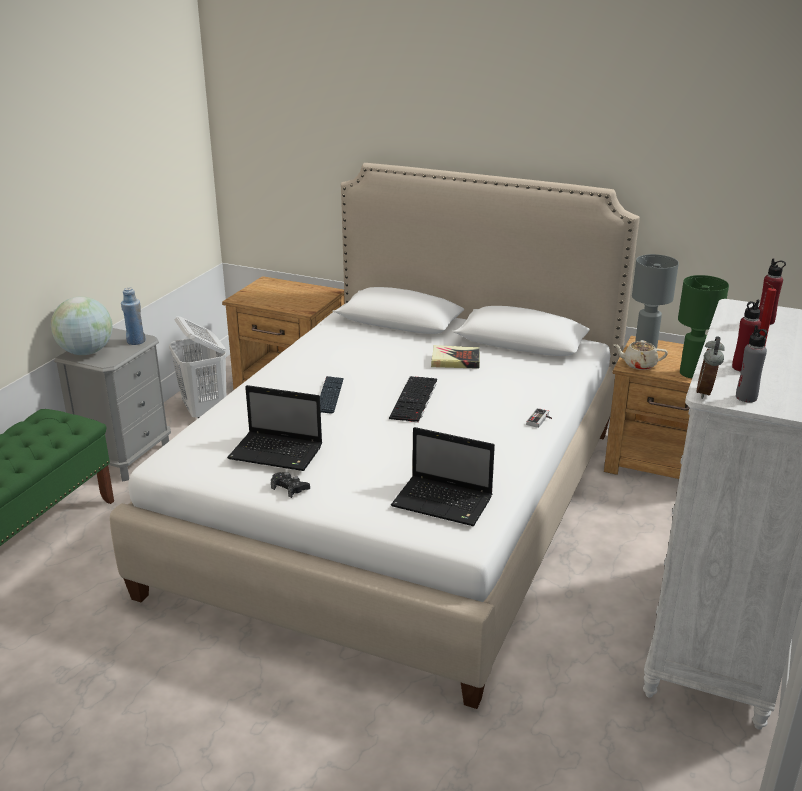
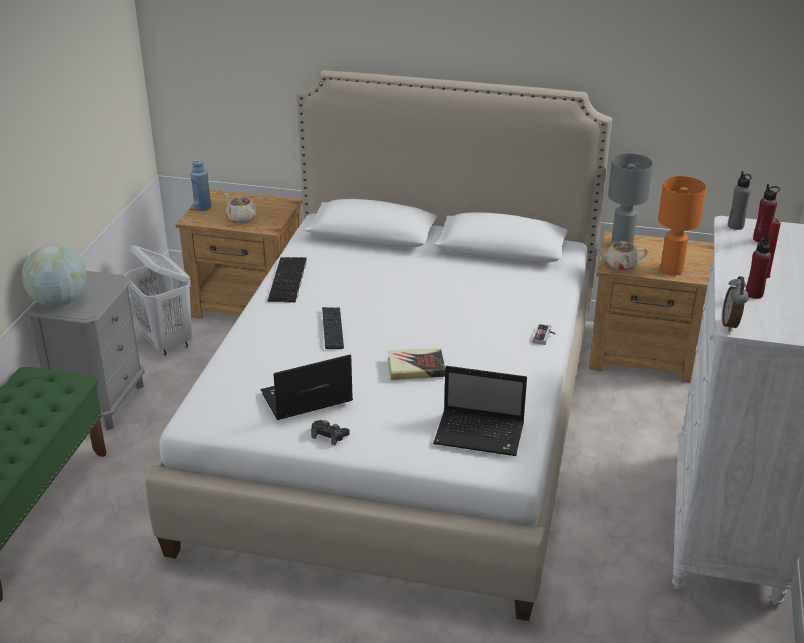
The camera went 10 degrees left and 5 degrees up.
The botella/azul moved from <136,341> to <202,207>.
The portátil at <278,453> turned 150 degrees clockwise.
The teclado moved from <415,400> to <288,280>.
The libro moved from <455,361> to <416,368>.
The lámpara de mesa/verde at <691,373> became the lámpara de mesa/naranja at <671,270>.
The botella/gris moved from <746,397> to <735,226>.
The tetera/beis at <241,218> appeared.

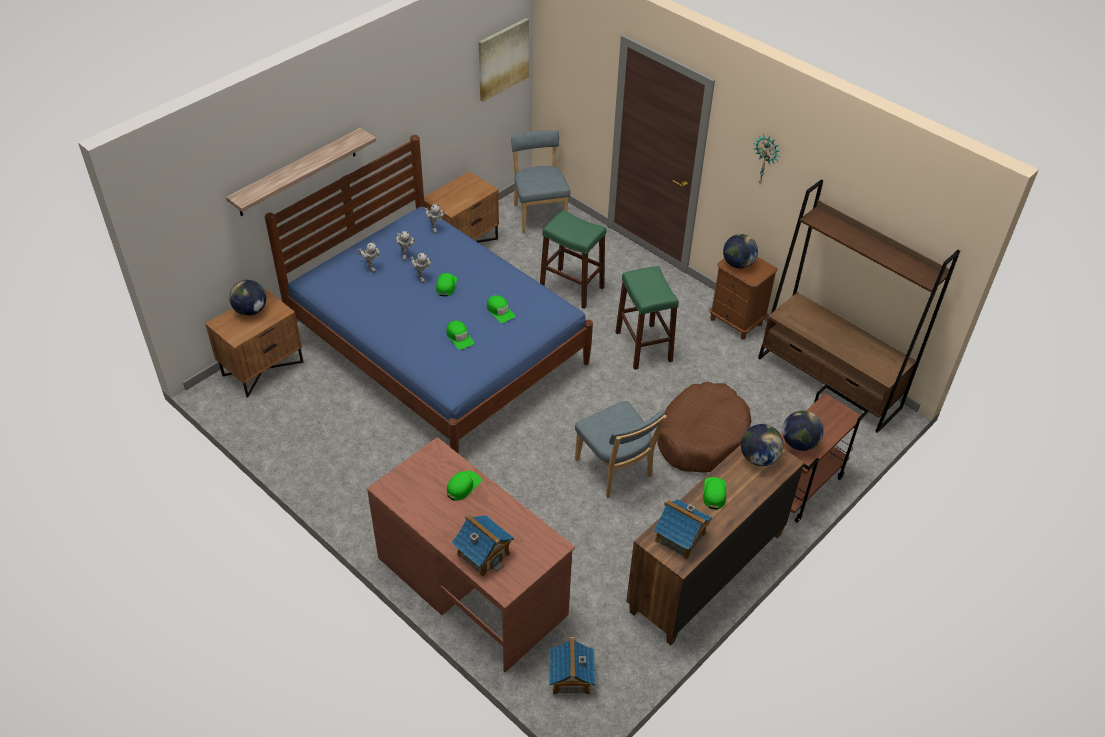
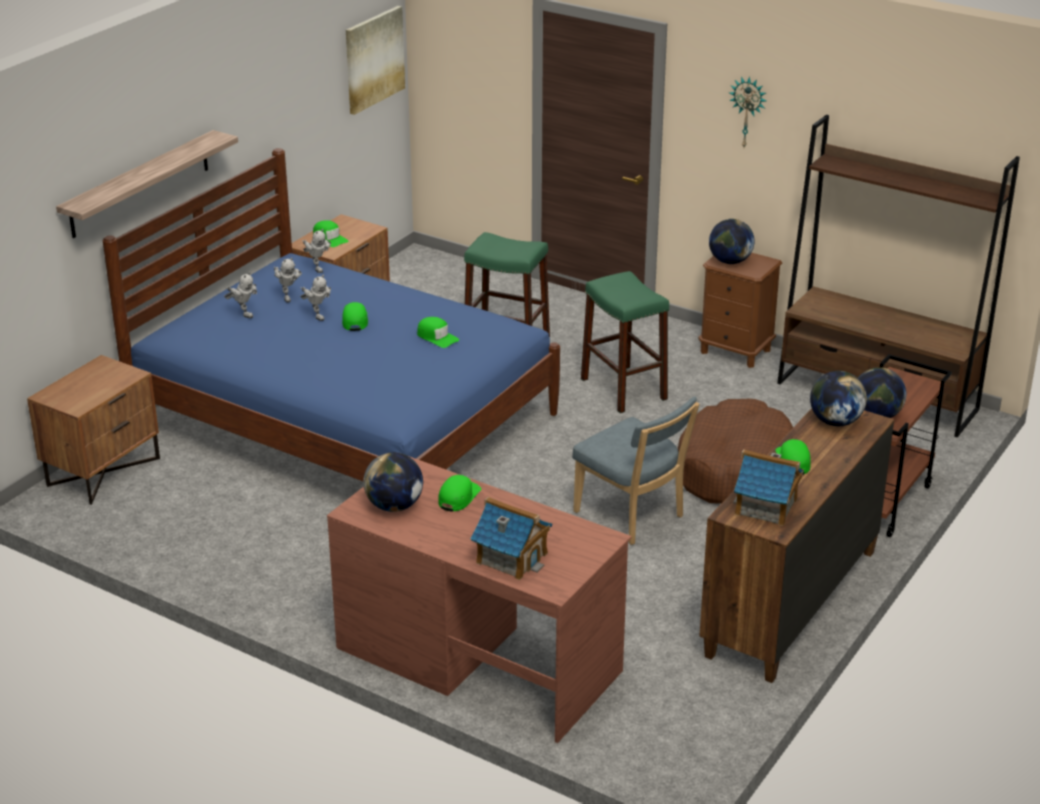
The camera went 10 degrees left and 15 degrees down.
The globo terráqueo moved from <251,310> to <394,506>.
The gorra/verde moved from <459,337> to <329,238>.
The silla/azul at <539,214> disappeared.
The casita at <570,678> disappeared.

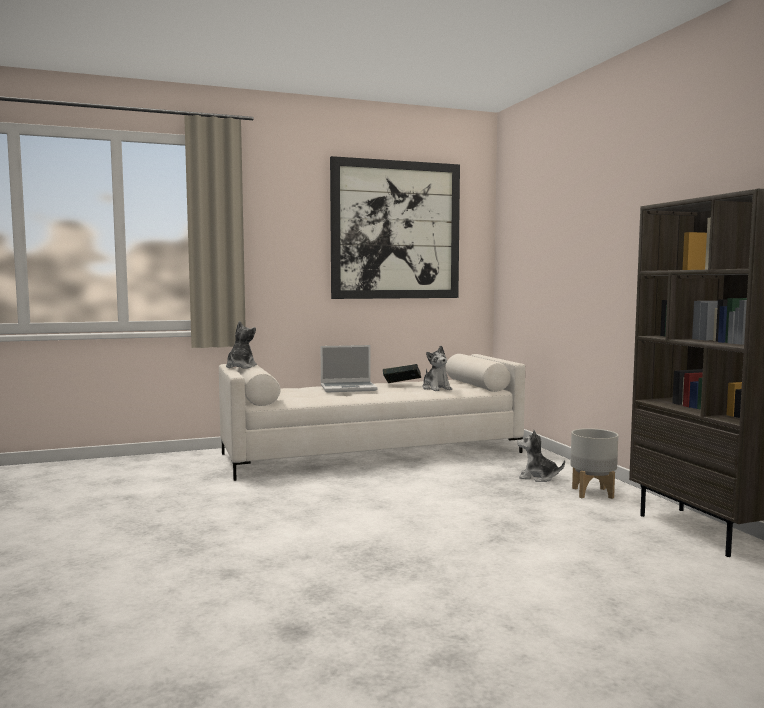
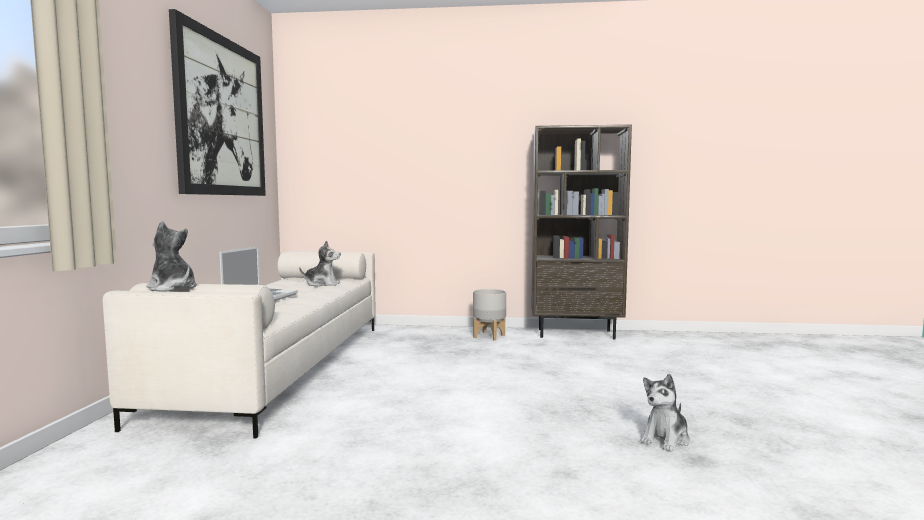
The camera went 65 degrees left and 0 degrees up.
The libro at <402,385> disappeared.
The peluche moved from <538,477> to <666,439>.

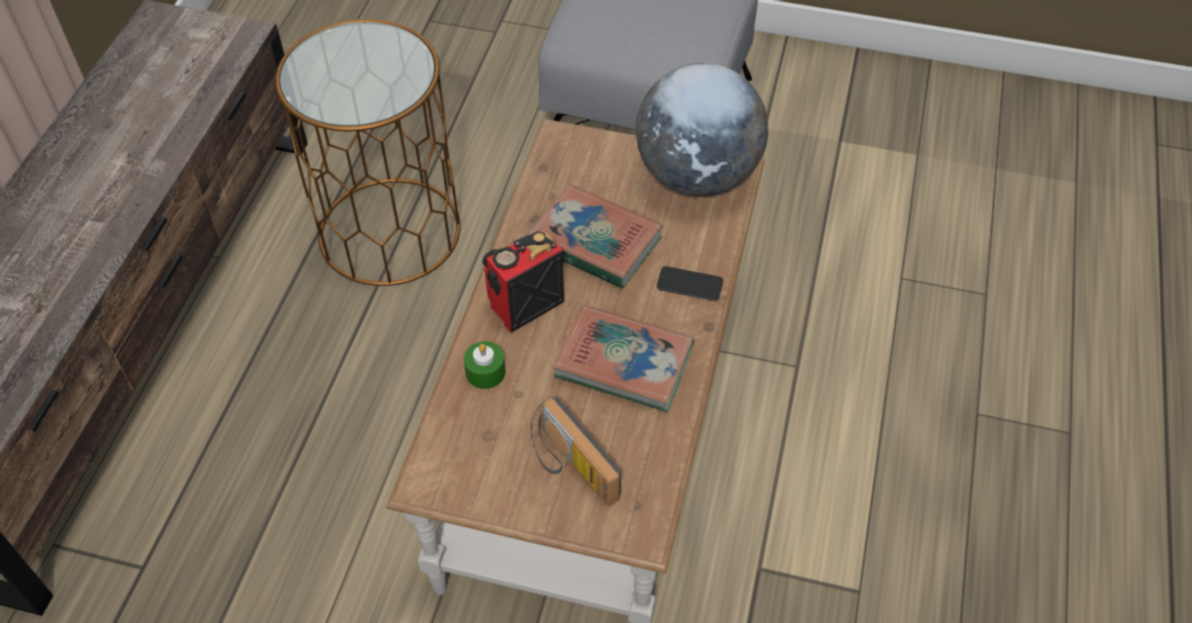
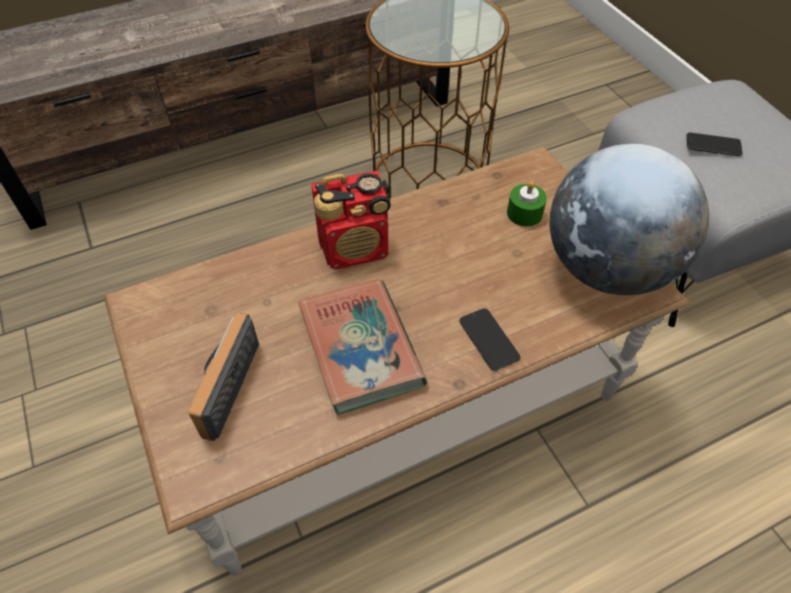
The camera went 50 degrees right and 0 degrees up.
The vela/verde moved from <485,372> to <524,213>.
The radio at <524,304> turned 150 degrees clockwise.
The libro at <595,242> disappeared.
The móvil at <713,145> appeared.

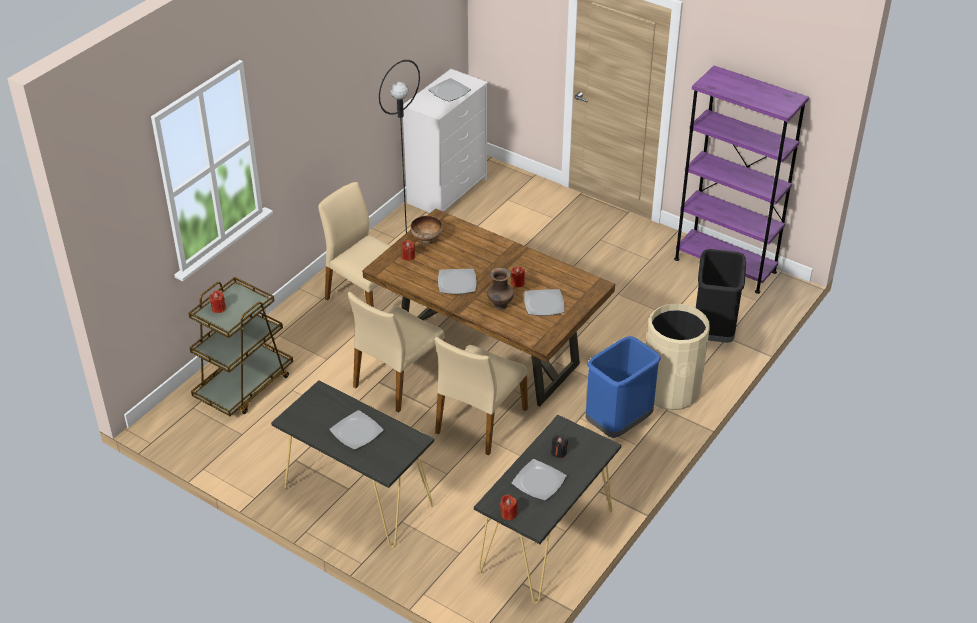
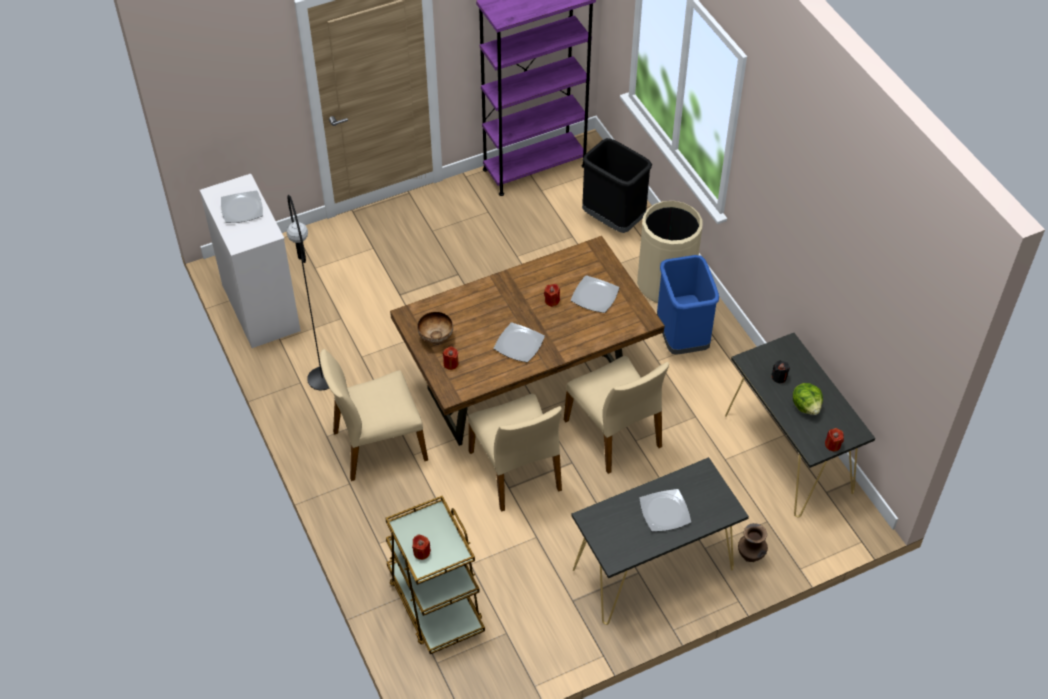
The camera went 60 degrees left and 10 degrees up.
The florero/marrón moved from <500,306> to <750,556>.
The plato at <539,482> was replaced by the lechuga at <806,406>.

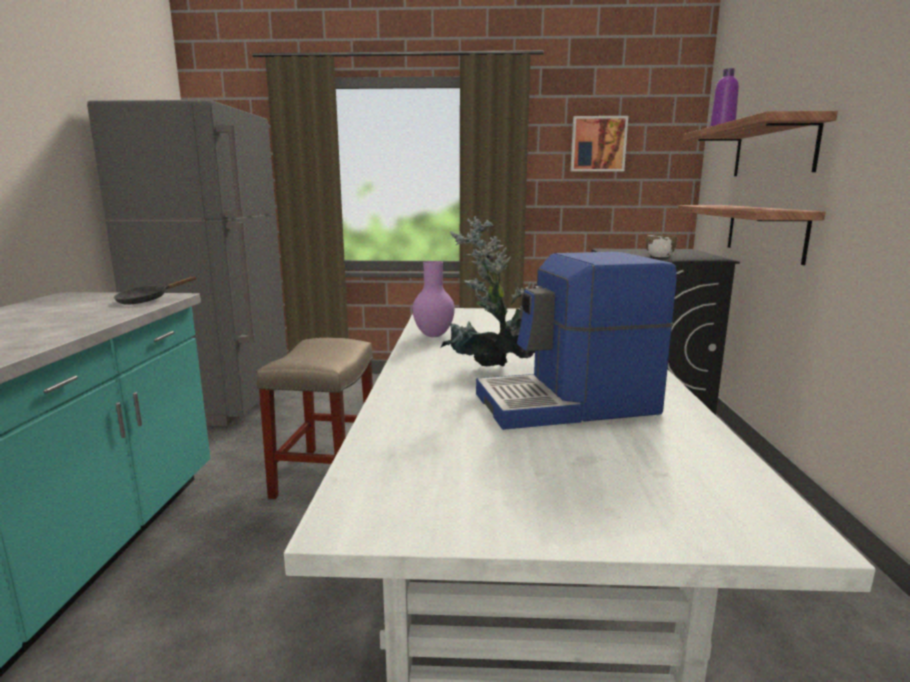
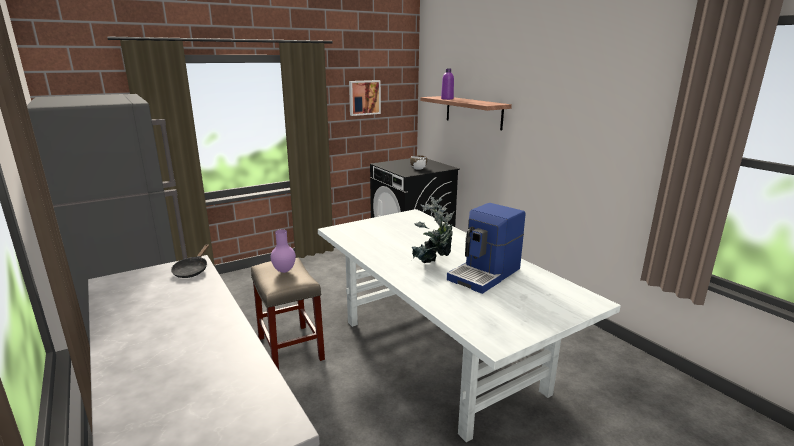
The camera went 35 degrees left and 5 degrees up.
The florero/morado moved from <434,336> to <284,271>.
The estante at <765,231> disappeared.

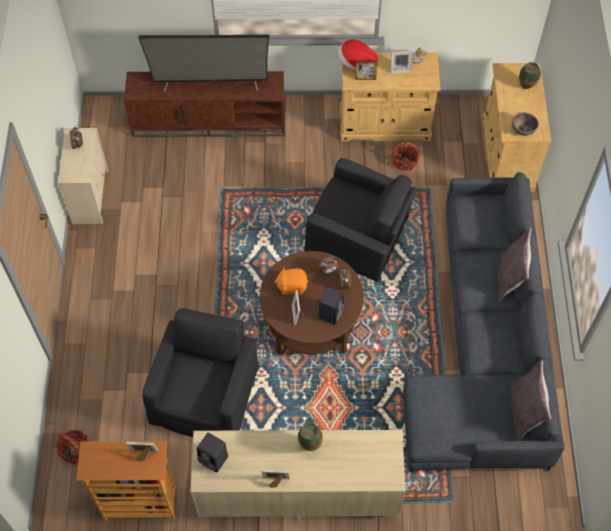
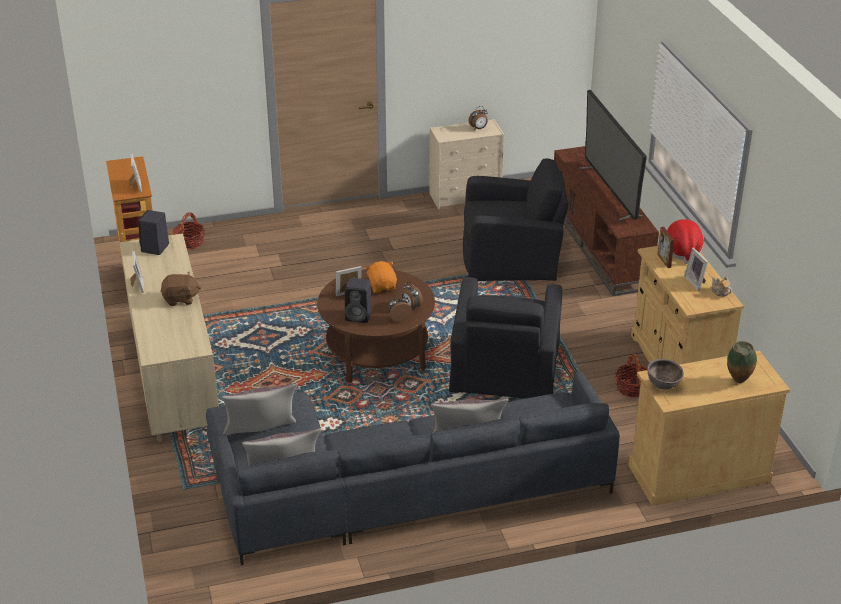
The camera went 75 degrees right and 25 degrees down.
The sillón/negro moved from <205,393> to <511,256>.
The florero at <309,445> was replaced by the peluche/marrón at <180,299>.
The cojín/gris at <262,436> appeared.

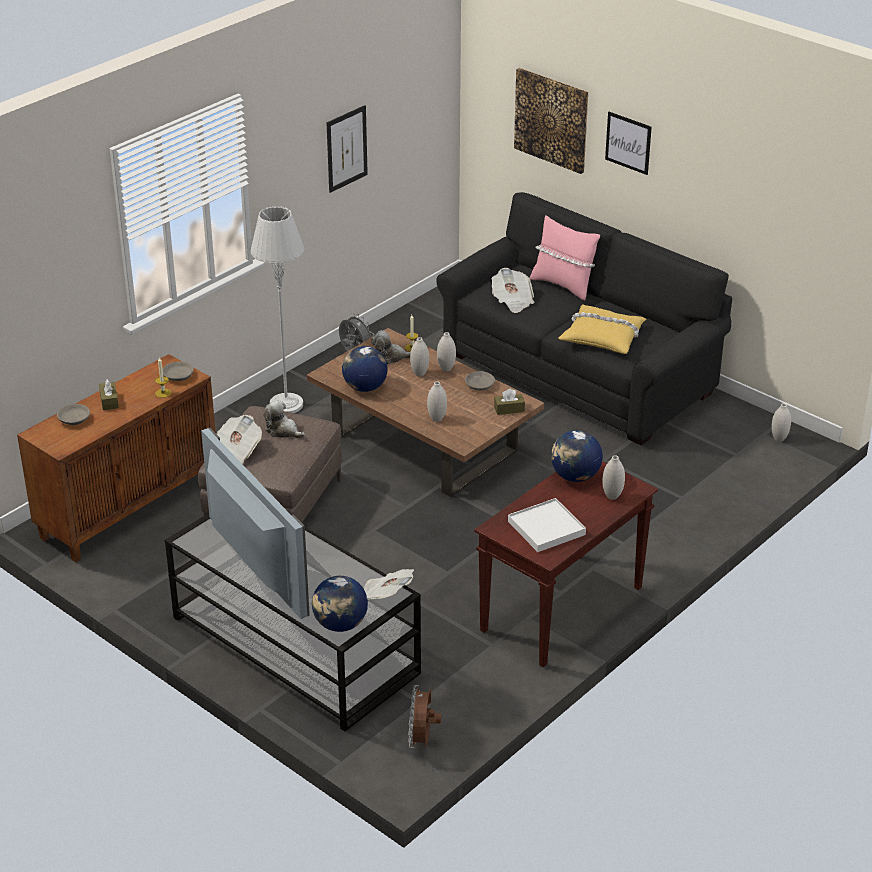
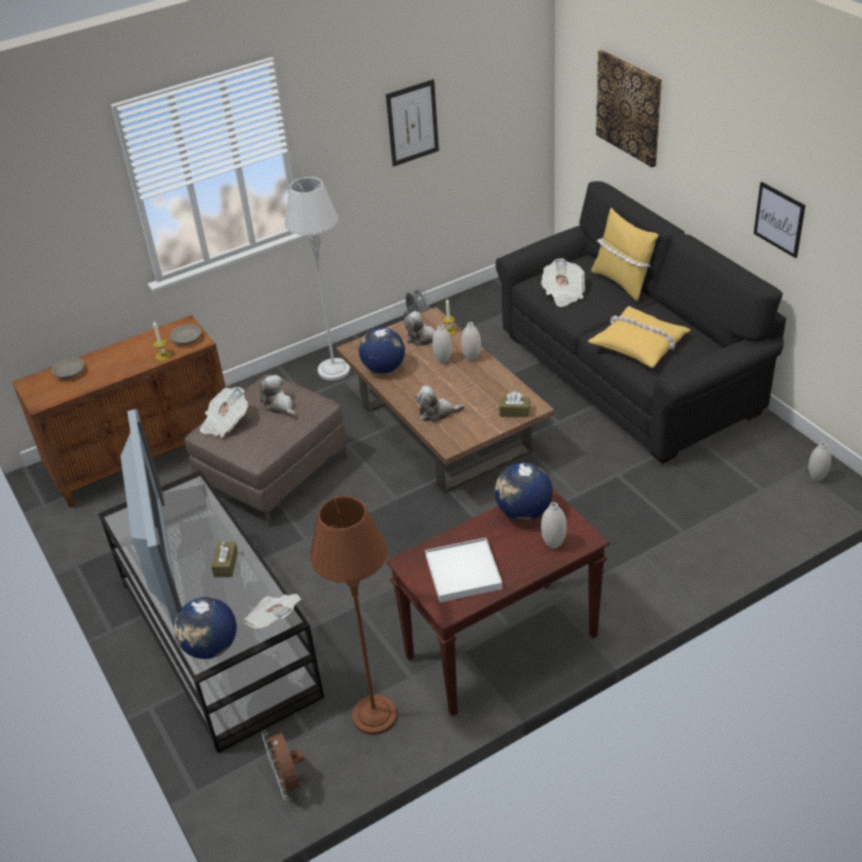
The camera went 20 degrees right and 5 degrees up.
The caja de pañuelos/marrón moved from <109,401> to <226,564>.
The ventilador/marrón at <422,740> turned 45 degrees counterclockwise.
The florero/blanco at <437,419> was replaced by the peluche at <437,413>.
The cuenco/gris at <480,385> disappeared.
The cojín/rosa at <563,285> became the cojín/amarillo at <622,282>.
The cuadro moved from <628,142> to <779,219>.
The lámpara de pie/marrón at <374,716> appeared.

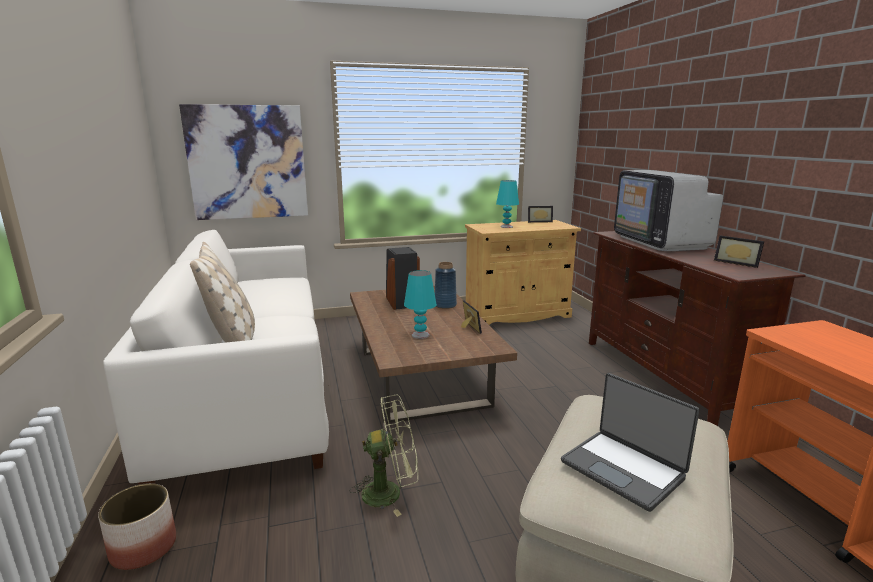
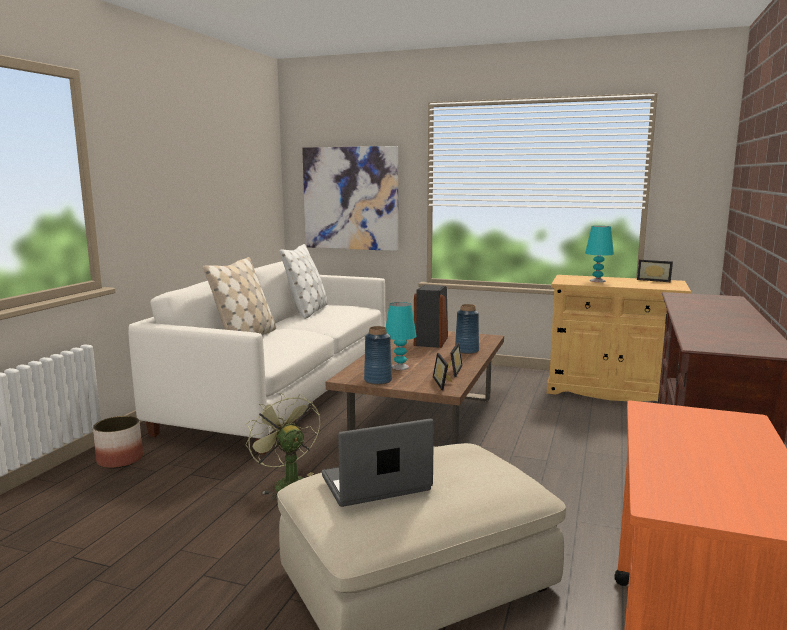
The camera went 35 degrees right and 5 degrees down.
The ventilador/verde at <390,492> turned 150 degrees counterclockwise.
The portátil at <623,469> turned 75 degrees clockwise.
The televisor at <660,242> disappeared.
The portarretratos moved from <737,263> to <444,383>.
The cojín/blanco at <307,311> appeared.
The florero/azul at <378,380> appeared.

